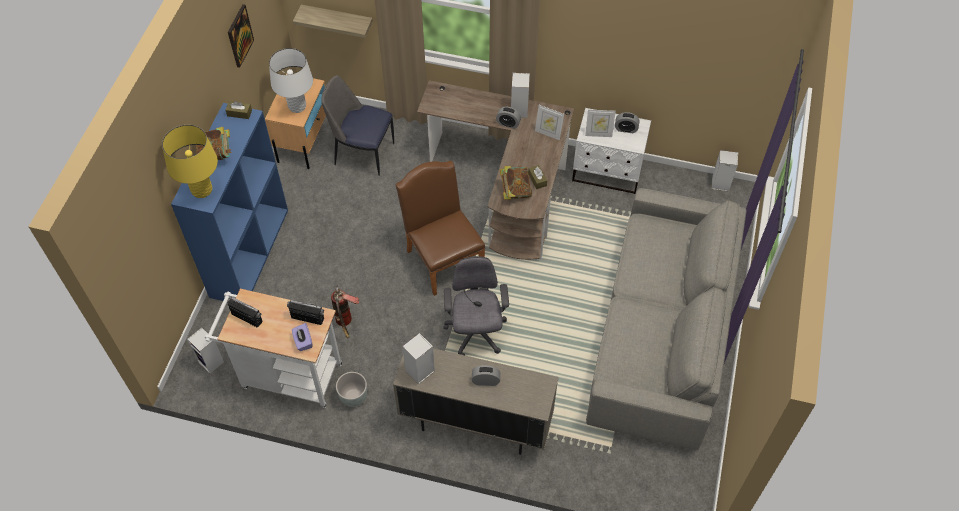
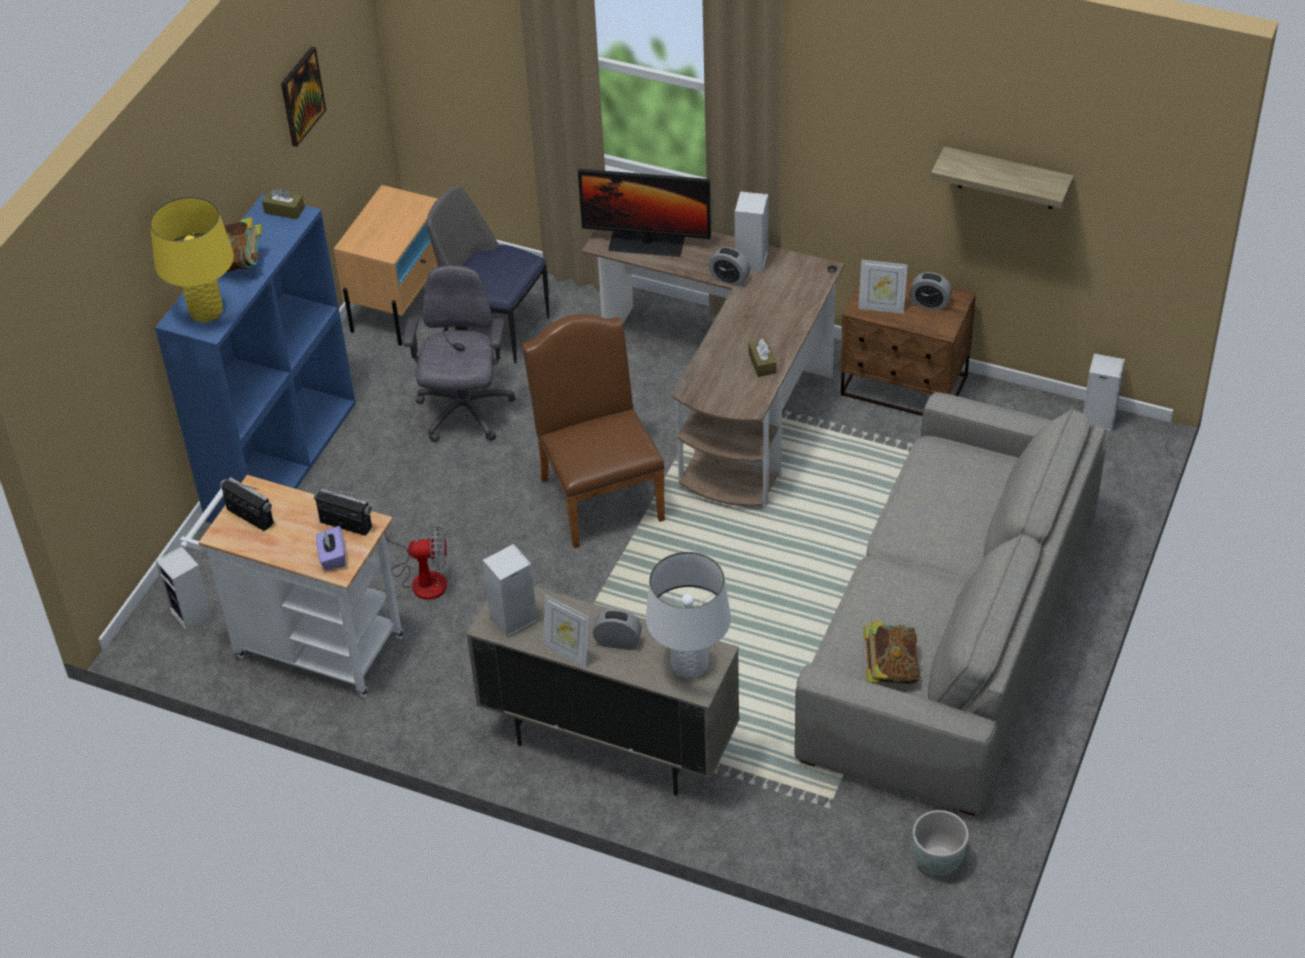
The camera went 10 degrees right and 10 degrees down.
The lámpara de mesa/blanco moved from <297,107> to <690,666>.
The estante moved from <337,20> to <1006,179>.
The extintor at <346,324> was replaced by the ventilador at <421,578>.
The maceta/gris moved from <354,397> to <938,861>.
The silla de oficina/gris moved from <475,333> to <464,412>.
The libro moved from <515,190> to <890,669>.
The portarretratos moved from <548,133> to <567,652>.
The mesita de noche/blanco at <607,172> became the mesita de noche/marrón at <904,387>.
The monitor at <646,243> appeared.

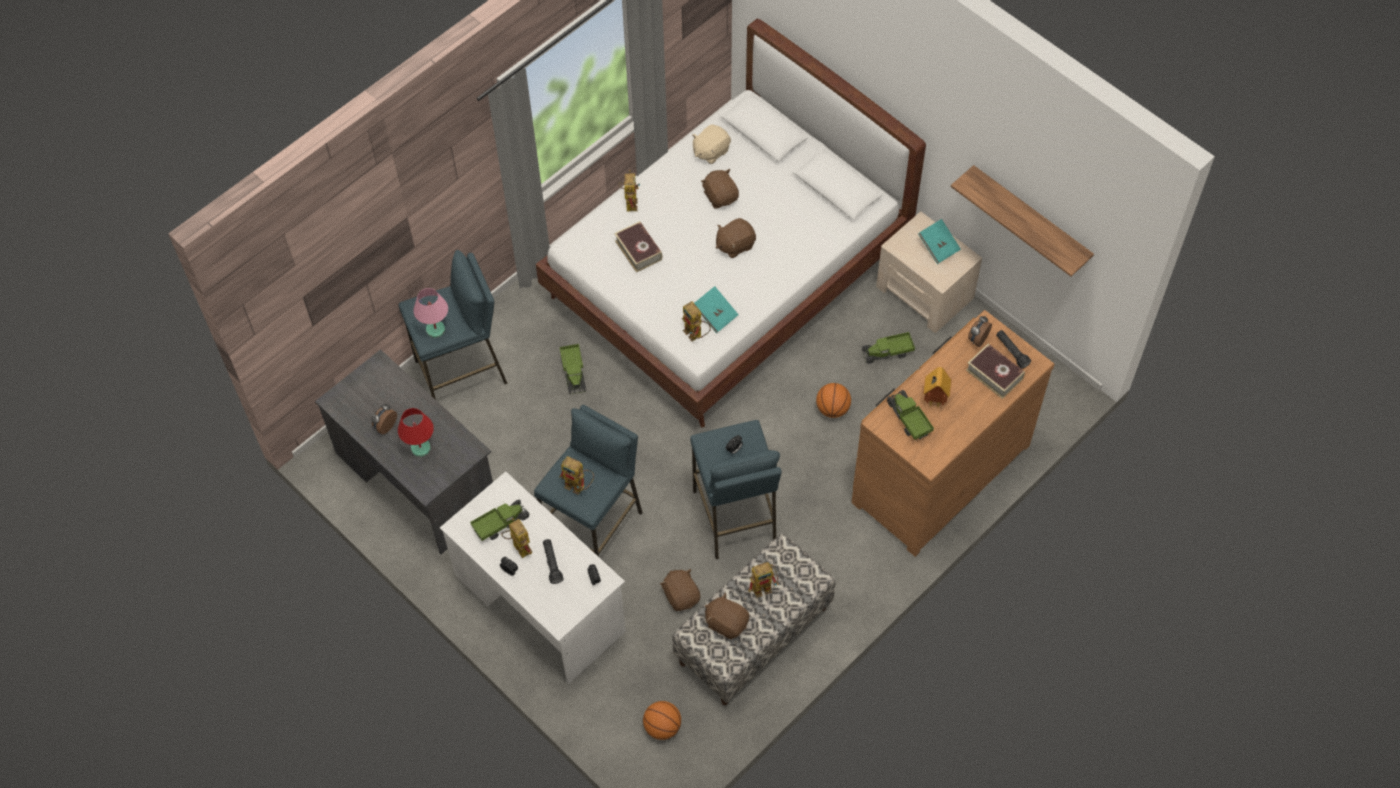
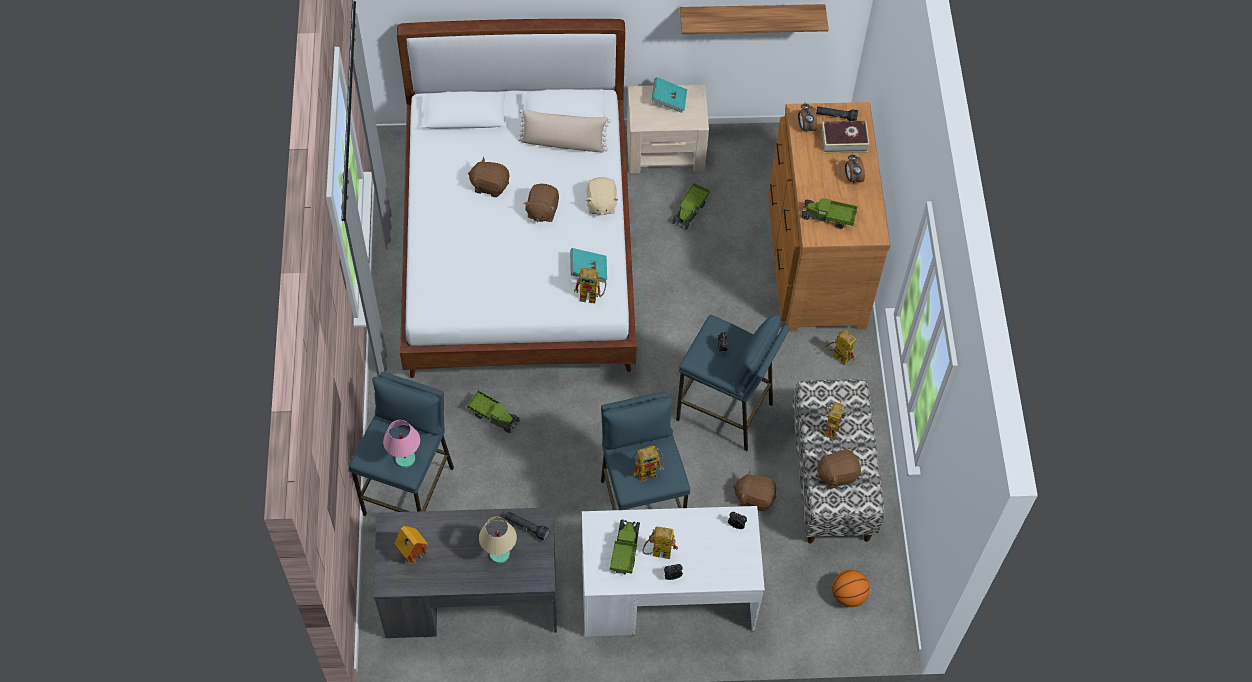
The camera went 50 degrees left and 0 degrees up.
The despertador moved from <385,426> to <852,178>.
The lámpara de mesa/rojo at <421,448> became the lámpara de mesa/beis at <499,553>.
The linterna/negro moved from <552,563> to <526,527>.
The libro at <638,250> disappeared.
The robot de juguete moved from <630,201> to <837,356>.
The peluche/beis moved from <710,151> to <601,204>.
The balón de baloncesto at <832,409> disappeared.
The casita moved from <933,400> to <412,555>.
The cojín/beis at <563,143> appeared.

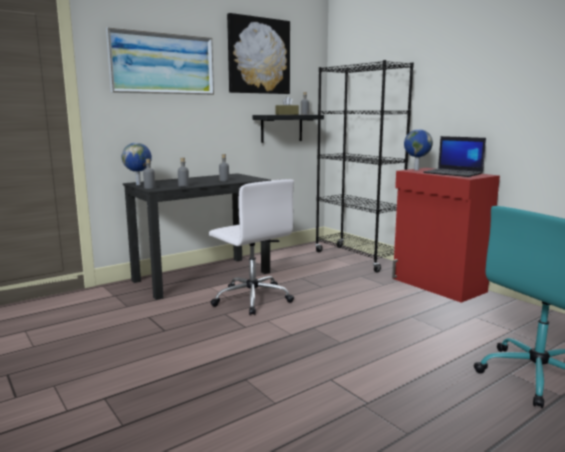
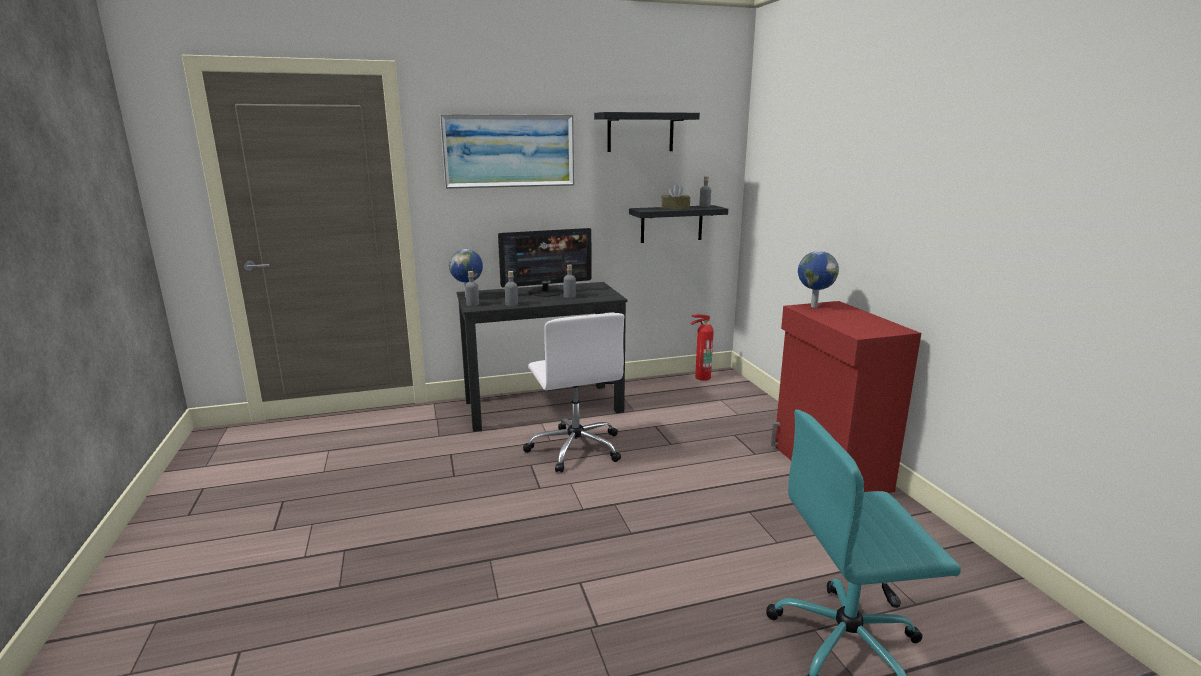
The camera went 20 degrees right and 5 degrees up.
The cuadro at <258,56> was replaced by the estante/negro at <640,132>.
The estantería/negro at <357,259> disappeared.
The portátil at <454,173> disappeared.
The monitor at <546,292> appeared.
The extintor at <700,377> appeared.

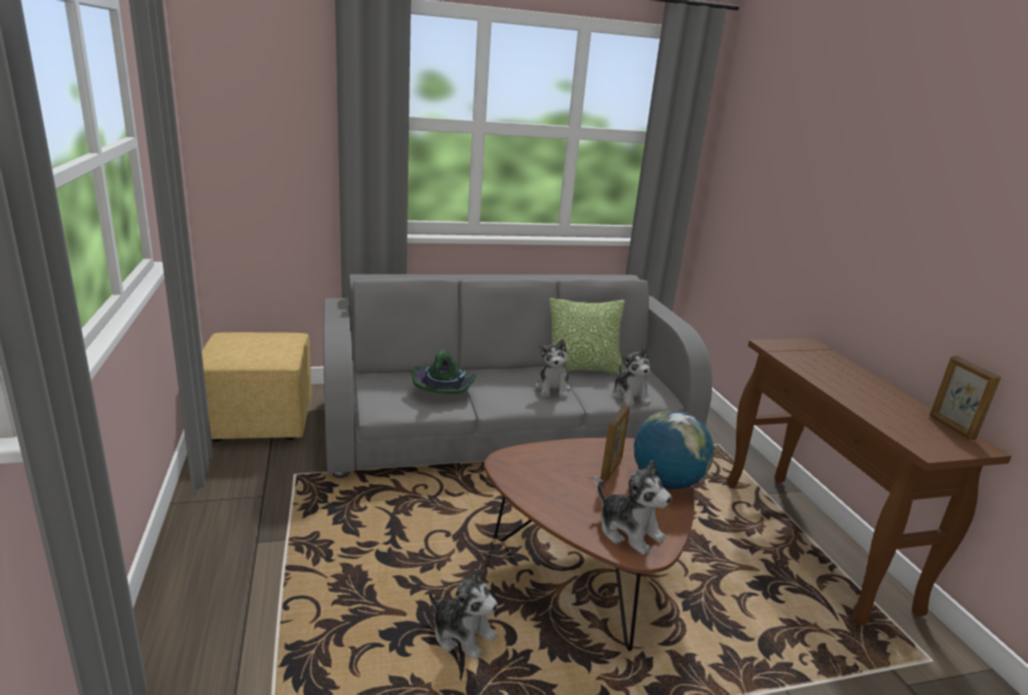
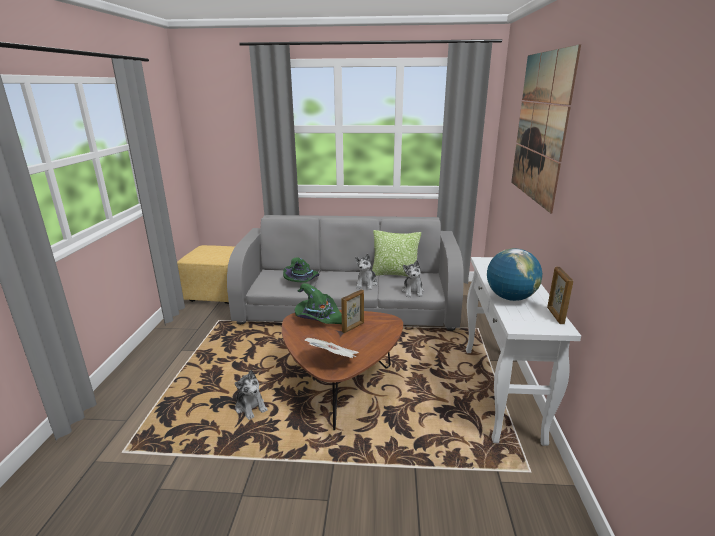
The camera went 20 degrees right and 0 degrees up.
The peluche at <629,532> was replaced by the periódico at <334,360>.
The globo terráqueo moved from <666,482> to <510,298>.
The mesa consola/marrón at <815,543> became the mesa consola/blanco at <501,392>.
The sombrero/verde at <319,318> appeared.
The cuadro at <540,127> appeared.

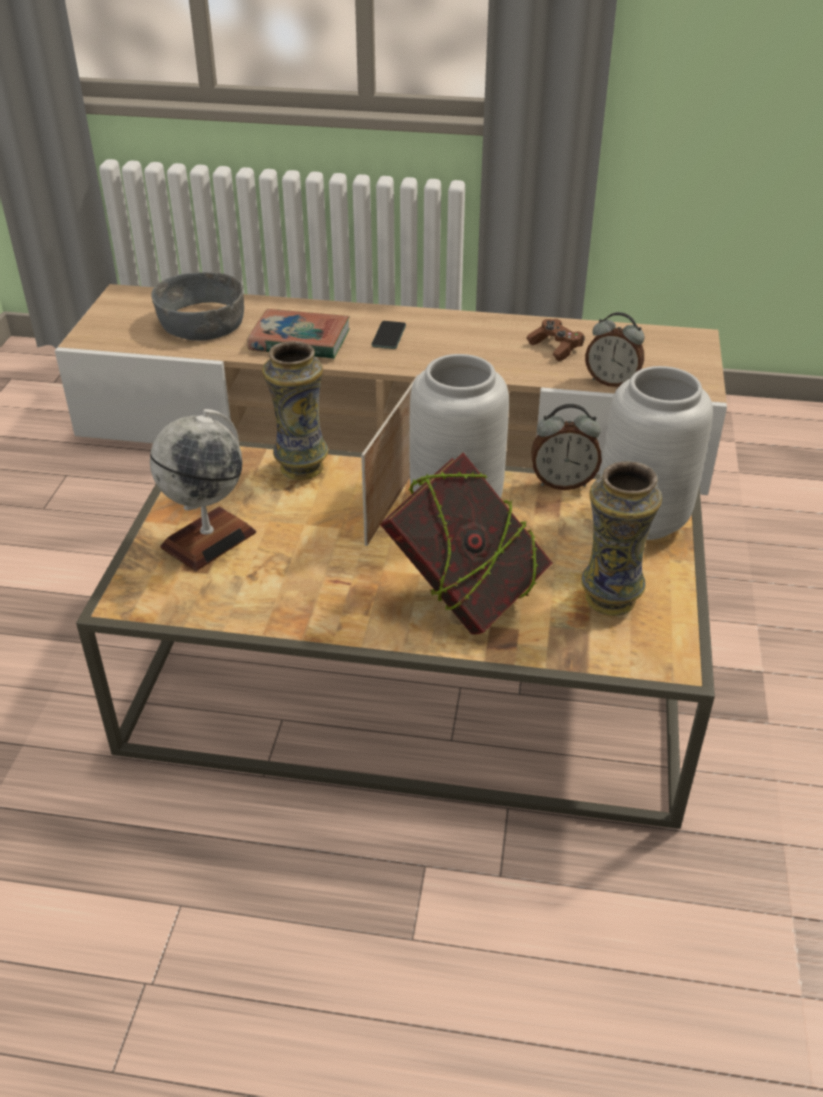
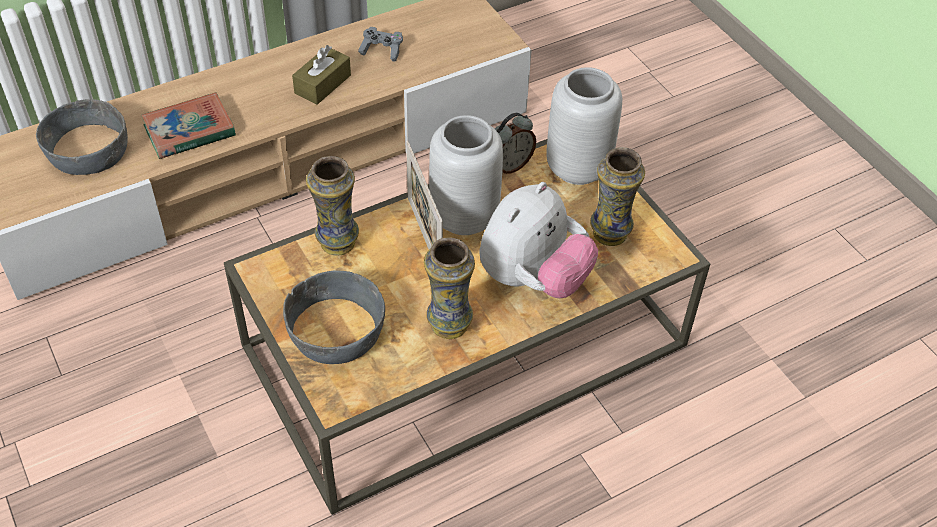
The camera went 40 degrees left and 10 degrees up.
The globo terráqueo at <208,539> was replaced by the cuenco/gris at <337,330>.
The móvil at <389,336> disappeared.
The libro at <464,597> was replaced by the peluche at <533,279>.
The mando de consola/marrón at <555,348> became the mando de consola/gris at <382,50>.
The despertador at <611,381> disappeared.
The caja de pañuelos/marrón at <322,84> appeared.
The florero at <448,324> appeared.

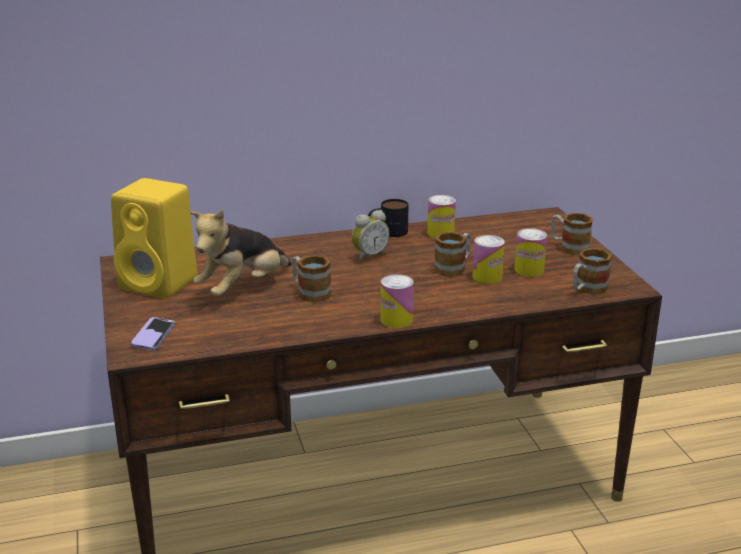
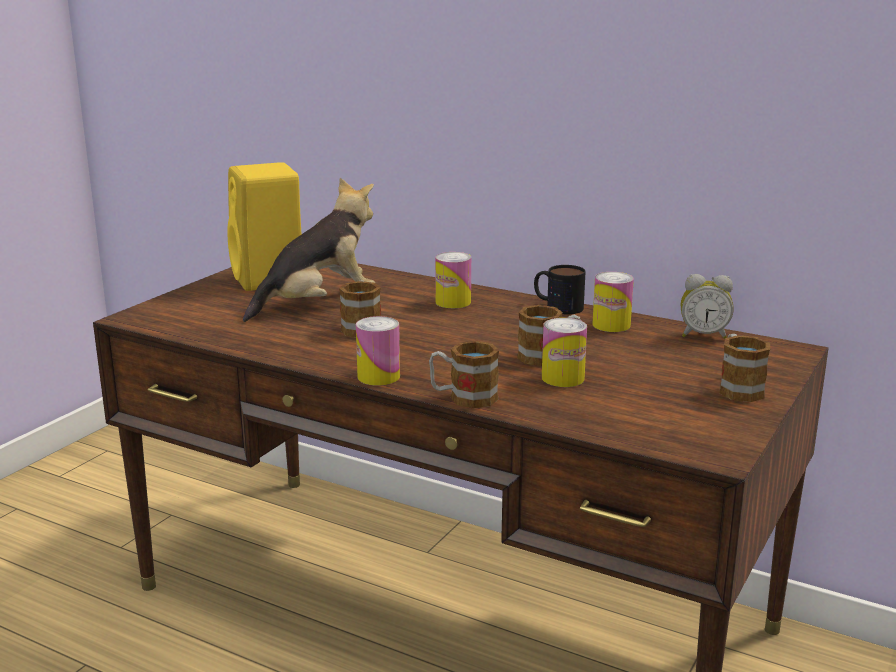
The camera went 45 degrees right and 5 degrees down.
The móvil at <153,335> disappeared.
The peluche at <243,288> turned 150 degrees clockwise.
The despertador moved from <369,256> to <703,335>.
The lata moved from <529,270> to <453,302>.
The taza grande moved from <587,289> to <463,398>.

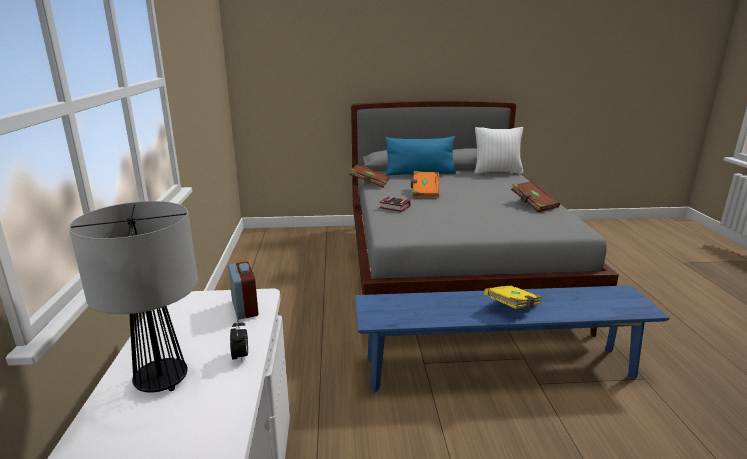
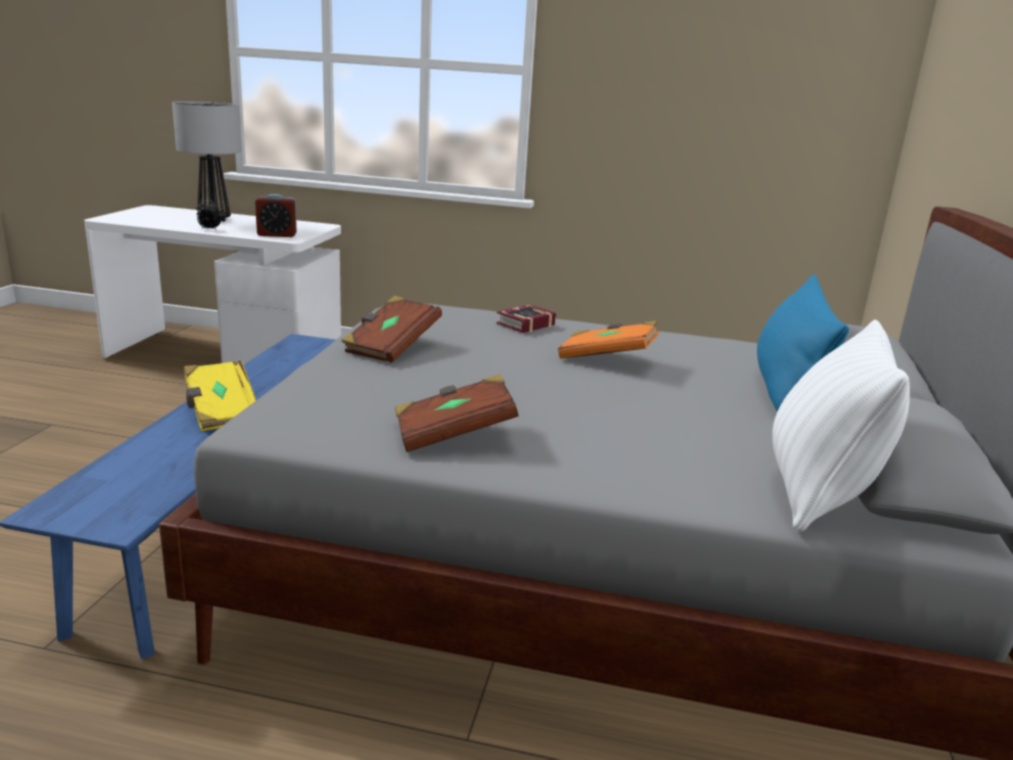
The camera went 105 degrees right and 0 degrees up.
The libro/marrón moved from <369,183> to <391,347>.

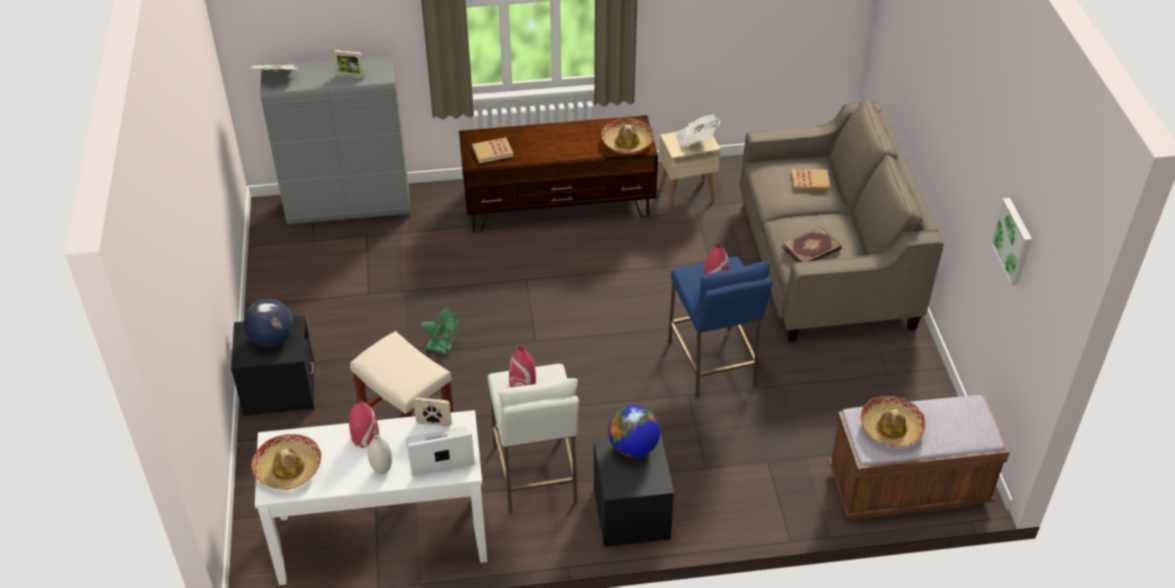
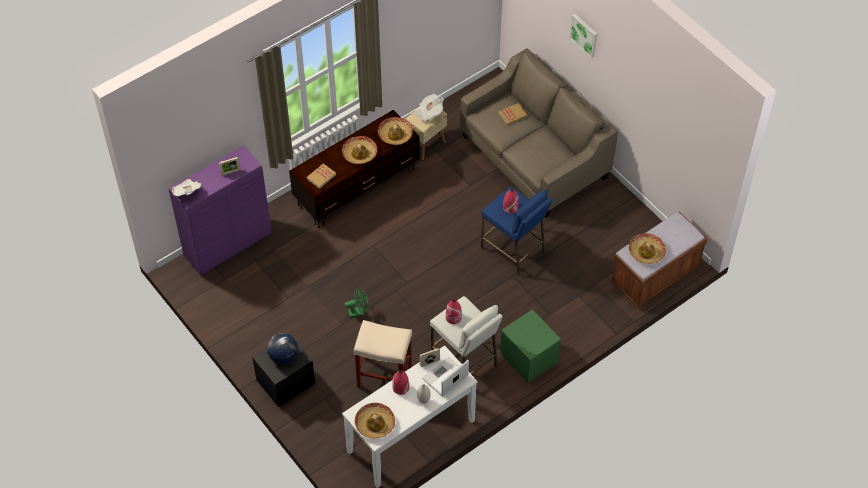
The camera went 30 degrees left and 10 degrees up.
The armario/gris at <350,206> became the armario/morado at <228,245>.
The mesita de noche/negro at <631,513> became the mesita de noche/verde at <529,358>.
The globo terráqueo at <633,447> disappeared.
The libro at <811,249> disappeared.
The cuadro moved from <1014,241> to <584,35>.
The sombrero at <359,153> appeared.

